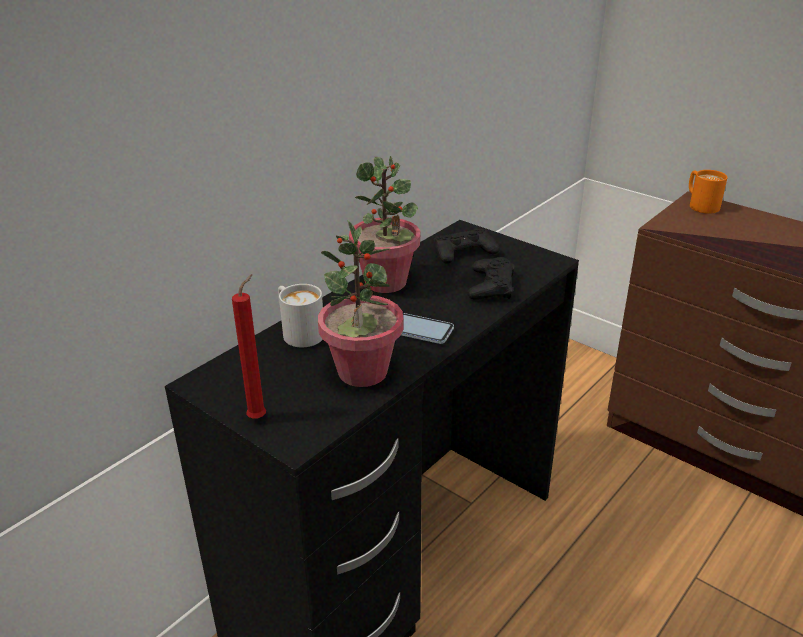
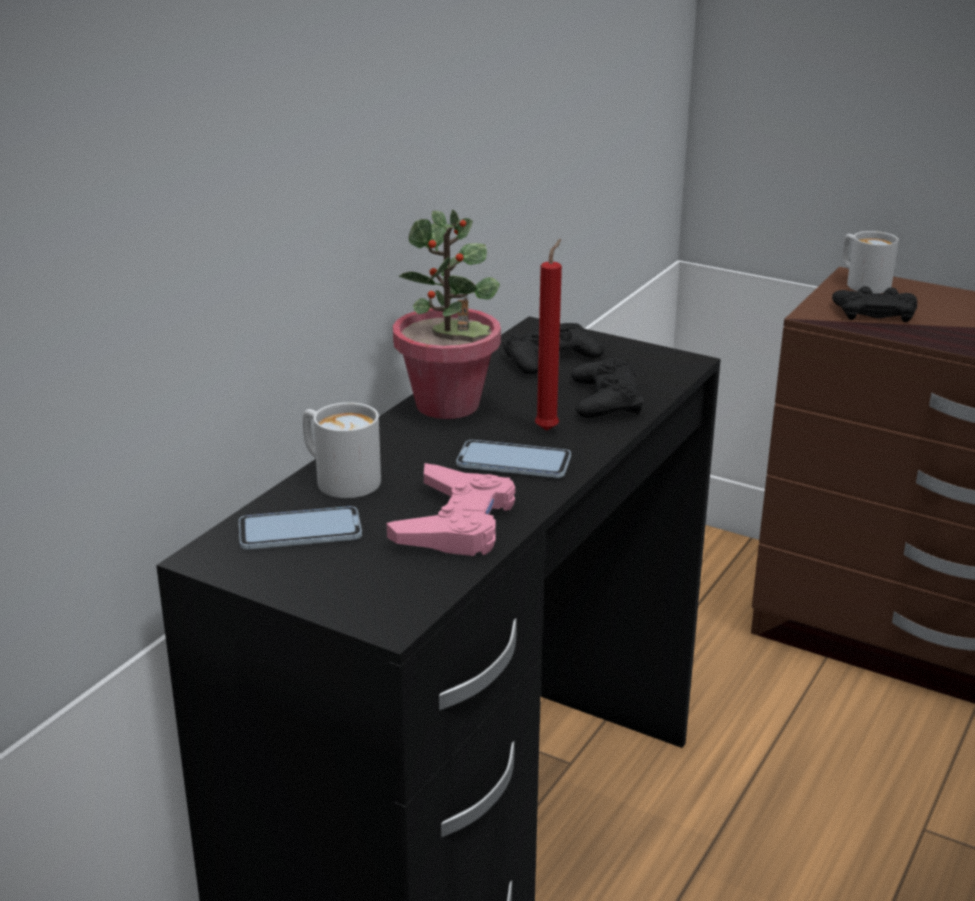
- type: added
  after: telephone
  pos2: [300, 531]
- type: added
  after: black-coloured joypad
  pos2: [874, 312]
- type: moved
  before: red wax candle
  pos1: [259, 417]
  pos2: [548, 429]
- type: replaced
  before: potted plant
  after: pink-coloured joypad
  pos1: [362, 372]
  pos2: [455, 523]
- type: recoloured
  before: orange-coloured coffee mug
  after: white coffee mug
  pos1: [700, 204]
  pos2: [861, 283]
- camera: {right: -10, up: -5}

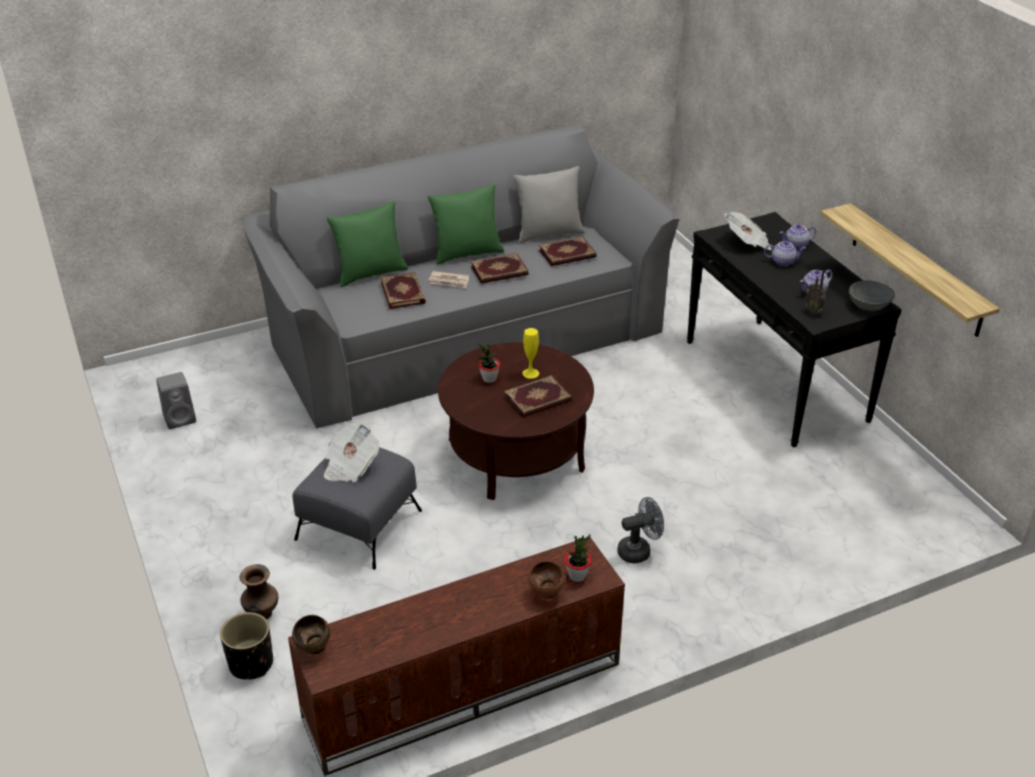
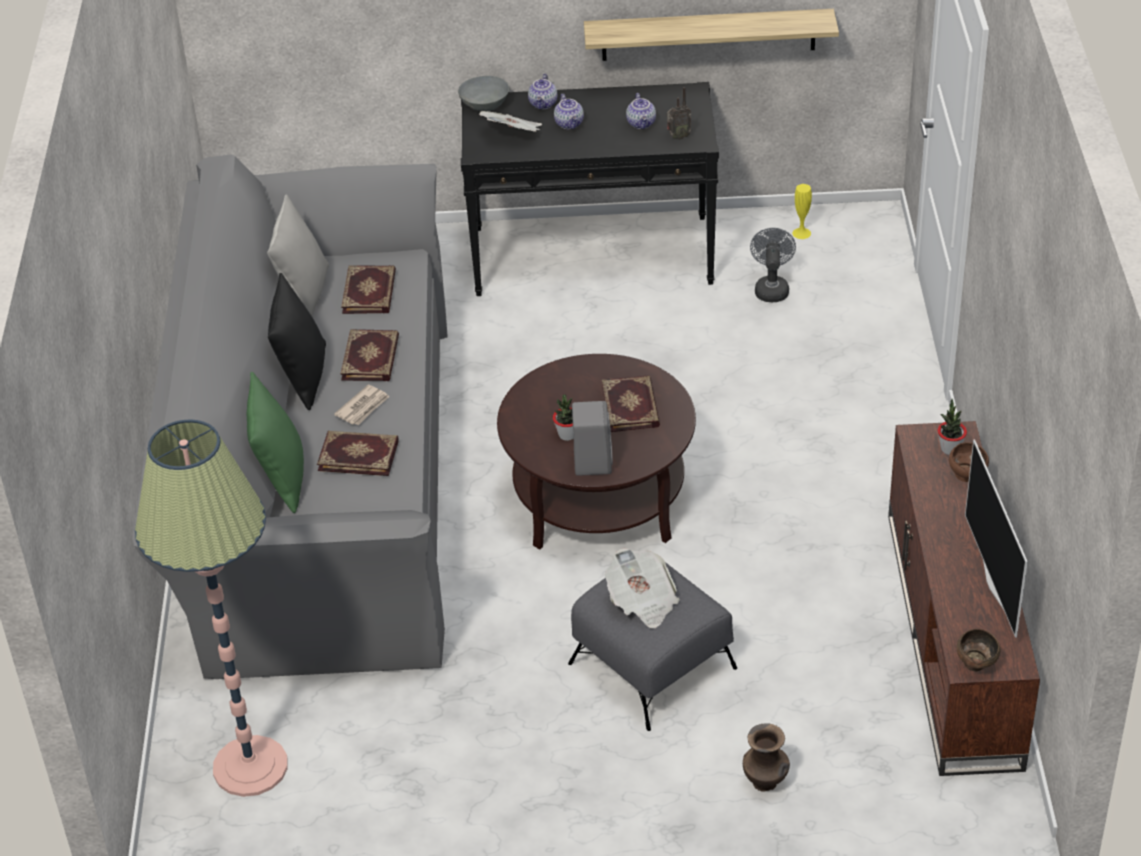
- type: removed
  before: black-coloured flower pot
  pos1: [251, 664]
- type: added
  after: floor lamp
  pos2: [250, 766]
- type: added
  after: television
  pos2: [996, 584]
- type: moved
  before: gray speaker
  pos1: [181, 418]
  pos2: [592, 461]
- type: moved
  before: yellowish flower vase
  pos1: [530, 373]
  pos2: [801, 233]
- type: moved
  before: gray electric fan
  pos1: [639, 550]
  pos2: [771, 288]
- type: moved
  before: gray deep dish
  pos1: [869, 305]
  pos2: [485, 104]
- type: recoloured
  before: green throw pillow
  after: black-coloured throw pillow
  pos1: [467, 253]
  pos2: [302, 377]
- type: turned
  before: pot for tea
  pos1: [783, 262]
  pos2: [570, 124]
  turn: 135
- camera: {right: -65, up: 5}

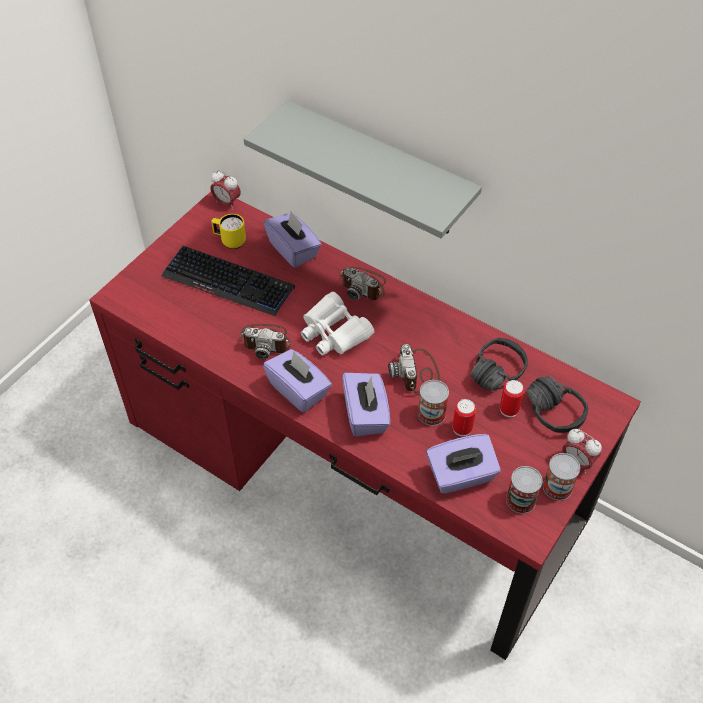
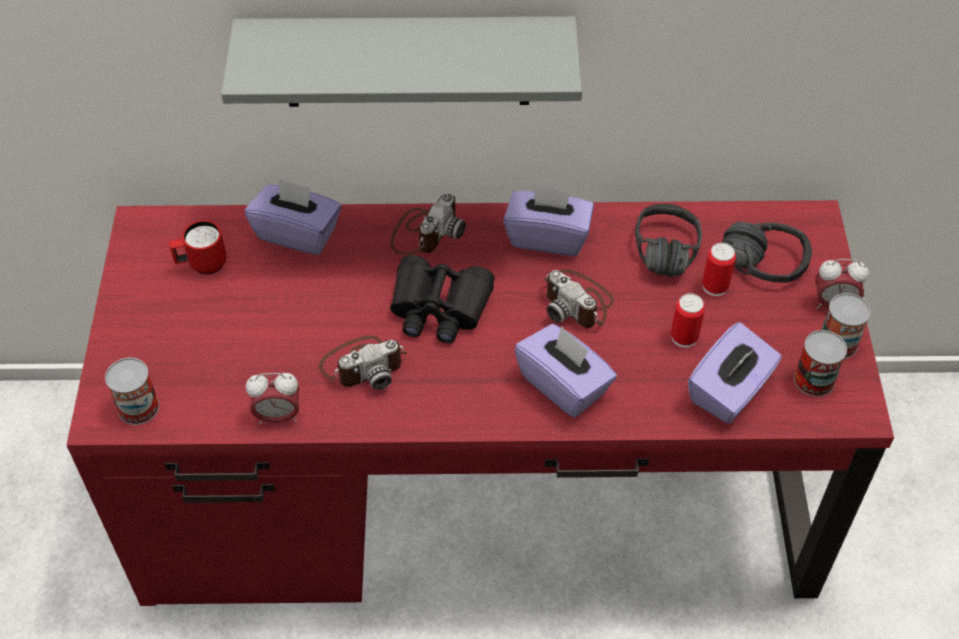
- type: removed
  before: computer keyboard
  pos1: [228, 282]
- type: moved
  before: table clock
  pos1: [227, 203]
  pos2: [278, 416]
- type: moved
  before: purplish tissue box
  pos1: [298, 390]
  pos2: [547, 237]
- type: moved
  before: sealed can
  pos1: [431, 414]
  pos2: [138, 407]
- type: recoloured
  before: yellowish coffee mug
  after: red coffee mug
  pos1: [230, 241]
  pos2: [202, 265]
- type: recoloured
  before: white pair of binoculars
  after: black-coloured pair of binoculars
  pos1: [334, 332]
  pos2: [439, 308]
- type: turned
  before: still camera
  pos1: [364, 285]
  pos2: [425, 231]
  turn: -60
- camera: {right: -35, up: 0}

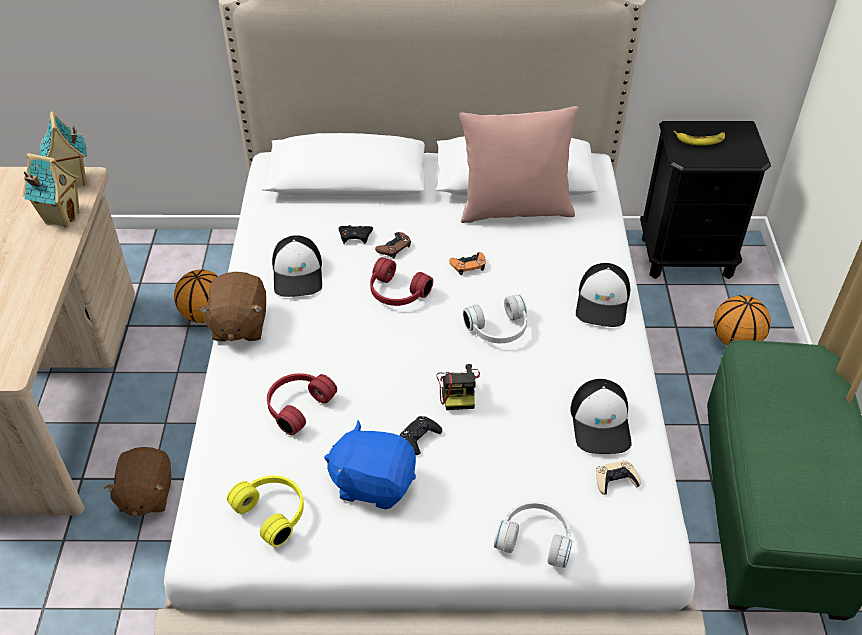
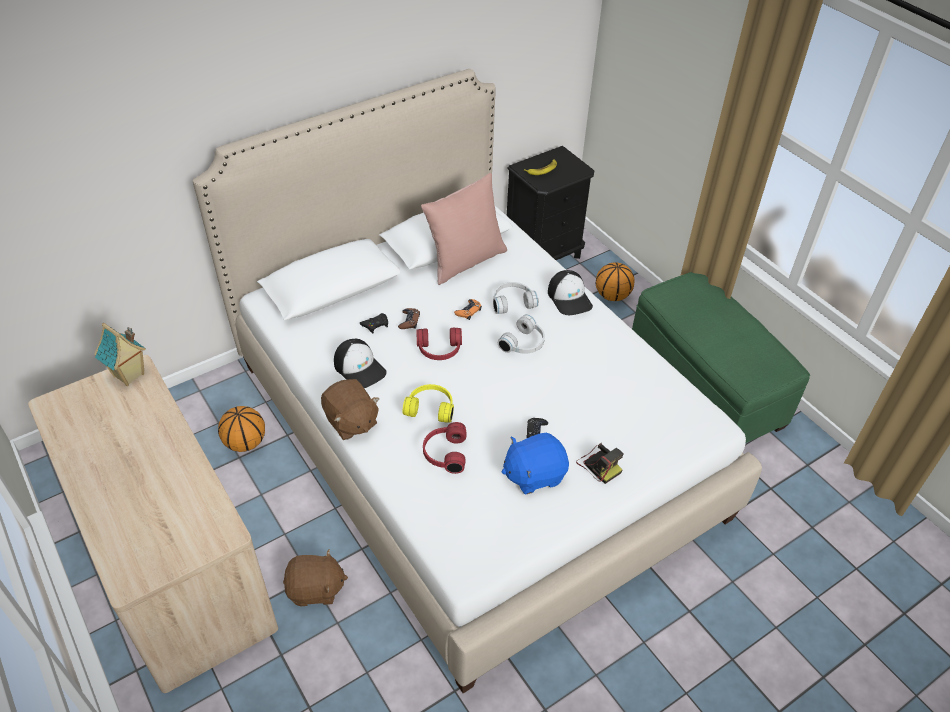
- type: removed
  before: toy house
  pos1: [61, 217]
- type: removed
  before: peaked cap
  pos1: [601, 423]
- type: removed
  before: sand-coloured joypad
  pos1: [615, 480]
- type: moved
  before: yellowish headphones
  pos1: [273, 512]
  pos2: [430, 408]
- type: moved
  before: still camera
  pos1: [458, 389]
  pos2: [599, 465]
- type: moved
  before: white headphones
  pos1: [535, 538]
  pos2: [512, 302]
- type: turned
  before: brown plush toy
  pos1: [146, 495]
  pos2: [315, 589]
  turn: -60
- camera: {right: -35, up: 0}

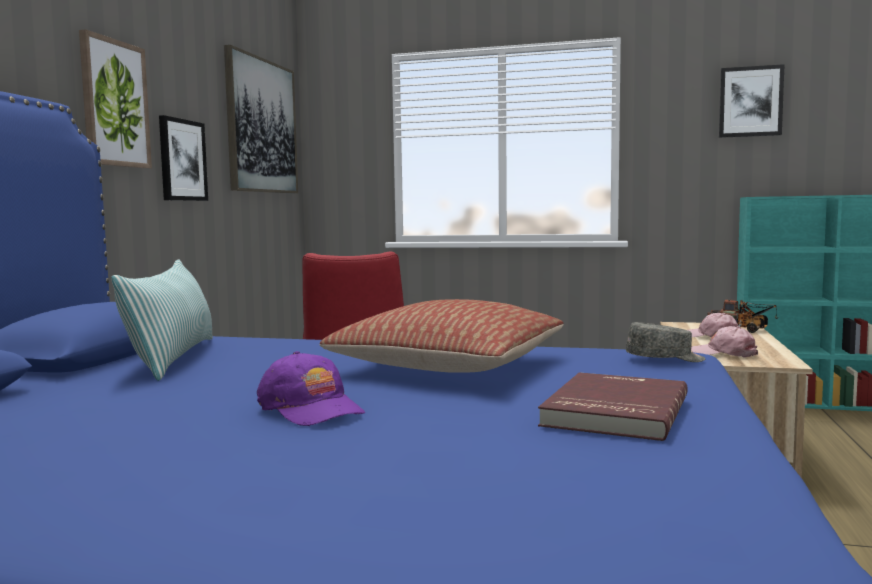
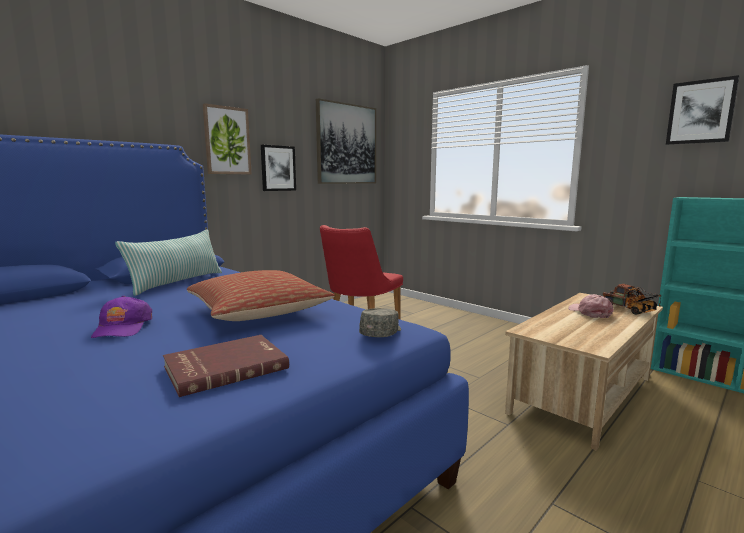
- type: removed
  before: pink-coloured peaked cap
  pos1: [724, 353]
- type: turned
  before: gray peaked cap
  pos1: [665, 359]
  pos2: [382, 333]
  turn: -90
- camera: {right: 30, up: 5}

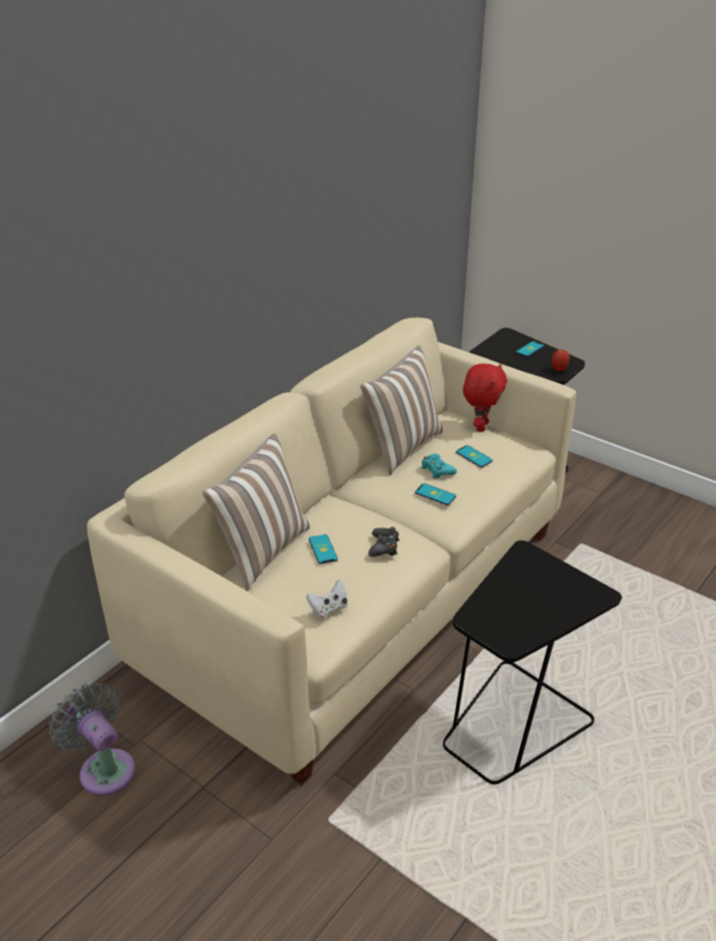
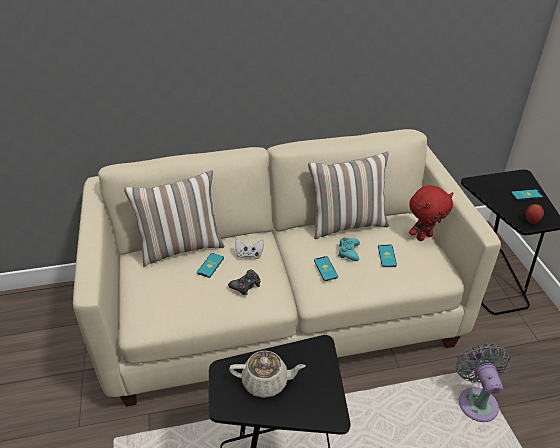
- type: added
  after: sand-coloured pot for tea
  pos2: [266, 382]
- type: moved
  before: gray electric fan
  pos1: [104, 768]
  pos2: [476, 400]
- type: moved
  before: white joypad
  pos1: [329, 608]
  pos2: [249, 254]
- camera: {right: 40, up: 5}

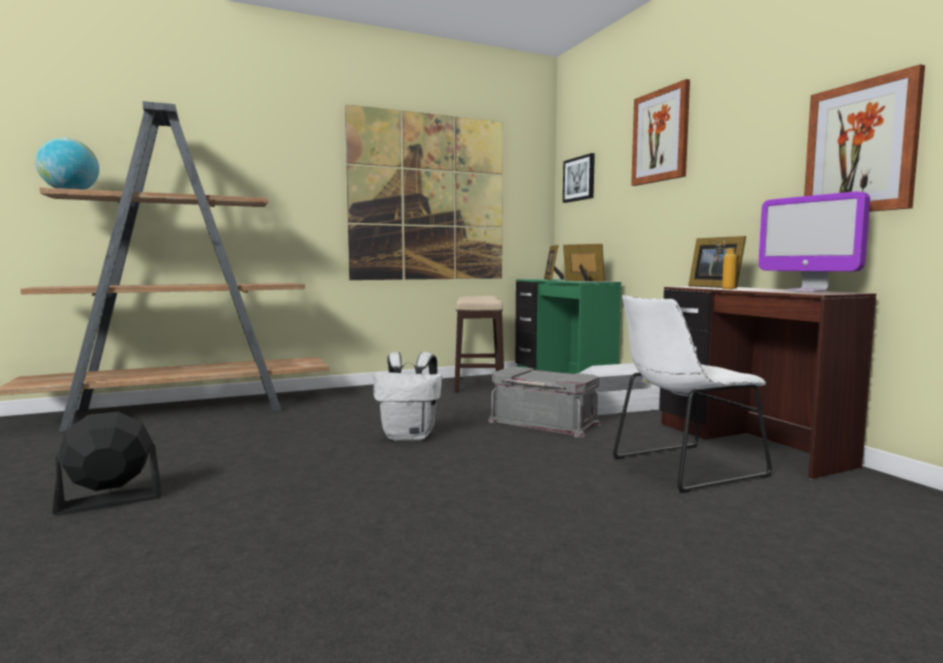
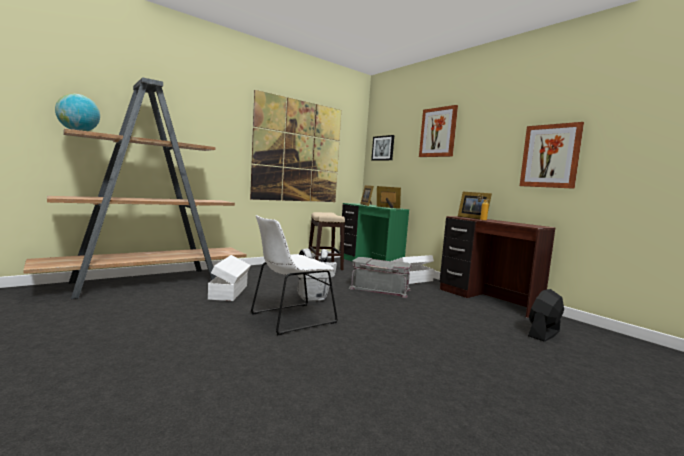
- type: removed
  before: computer display
  pos1: [807, 291]
- type: added
  after: white storage container
  pos2: [229, 292]
- type: moved
  before: black-coloured electric fan
  pos1: [109, 501]
  pos2: [543, 334]
- type: moved
  before: white chair
  pos1: [683, 468]
  pos2: [289, 319]
- camera: {right: -15, up: 0}

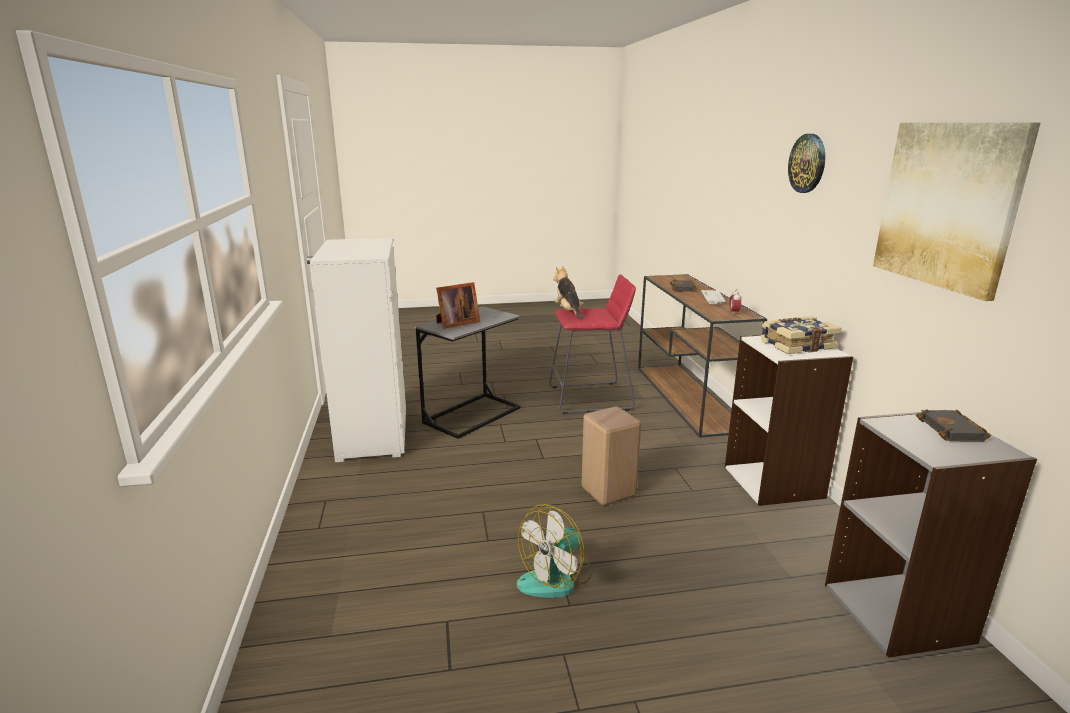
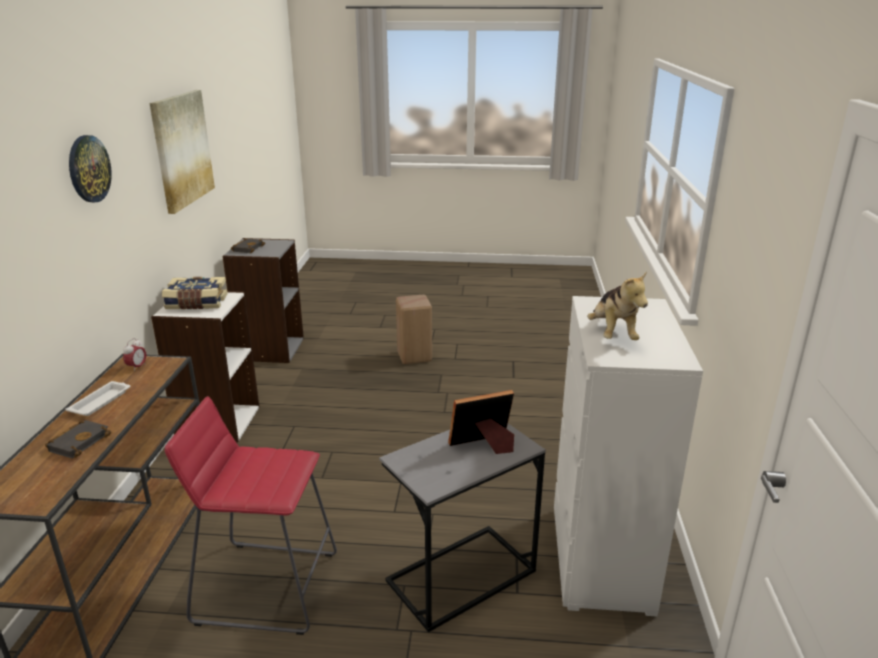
- type: removed
  before: electric fan
  pos1: [556, 578]
- type: moved
  before: plush toy
  pos1: [568, 312]
  pos2: [612, 334]
- type: moved
  before: sand-coloured stool
  pos1: [606, 491]
  pos2: [415, 357]
- camera: {right: -165, up: 5}

